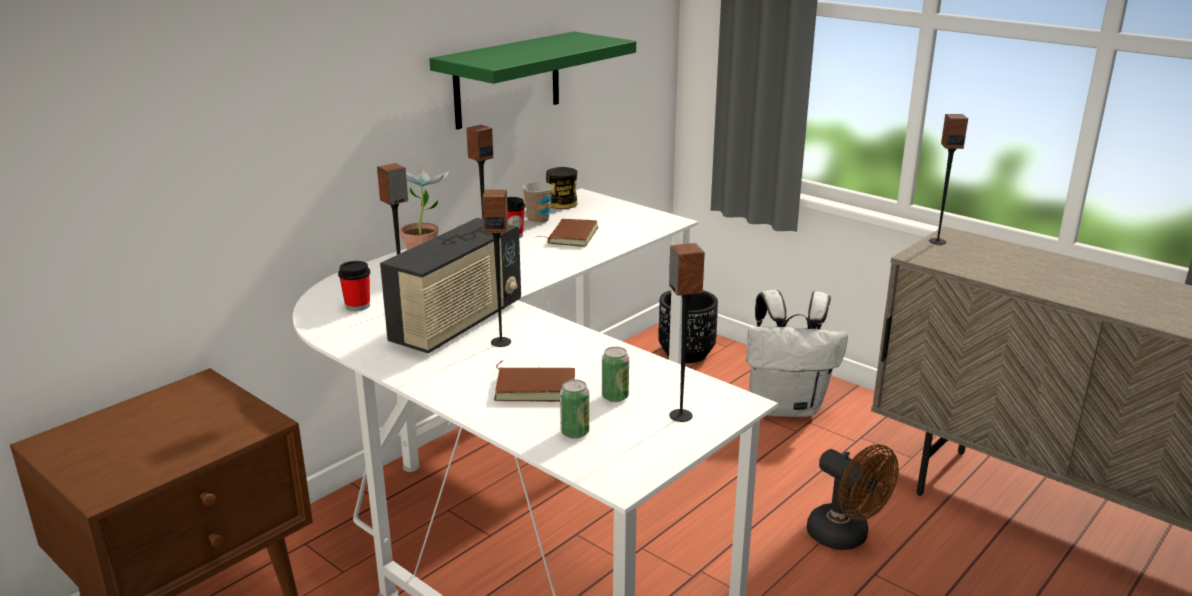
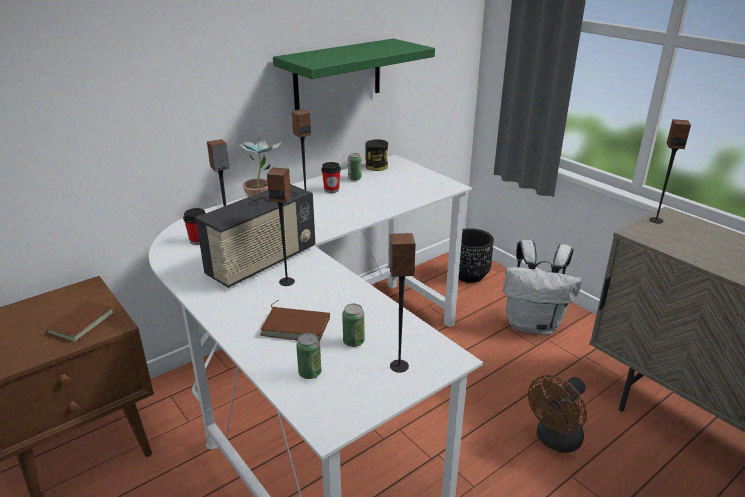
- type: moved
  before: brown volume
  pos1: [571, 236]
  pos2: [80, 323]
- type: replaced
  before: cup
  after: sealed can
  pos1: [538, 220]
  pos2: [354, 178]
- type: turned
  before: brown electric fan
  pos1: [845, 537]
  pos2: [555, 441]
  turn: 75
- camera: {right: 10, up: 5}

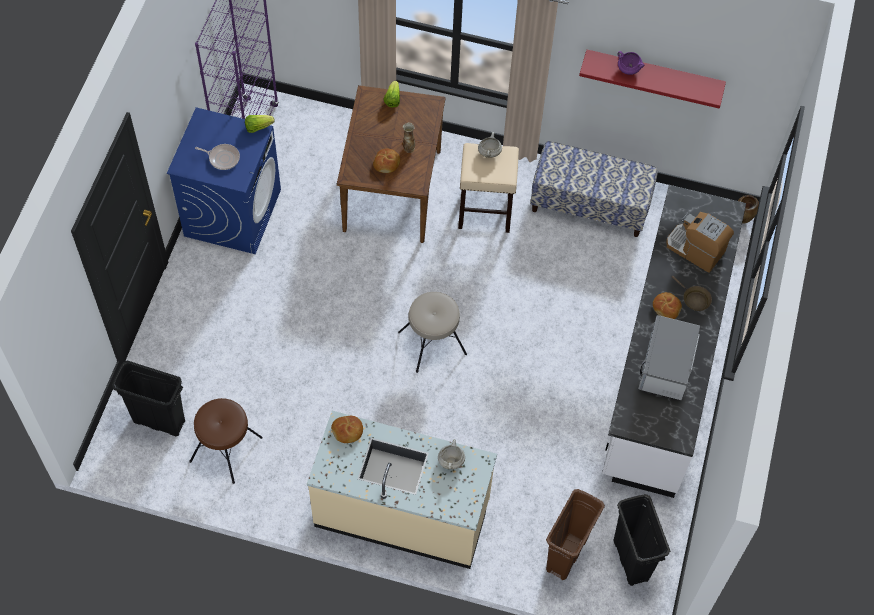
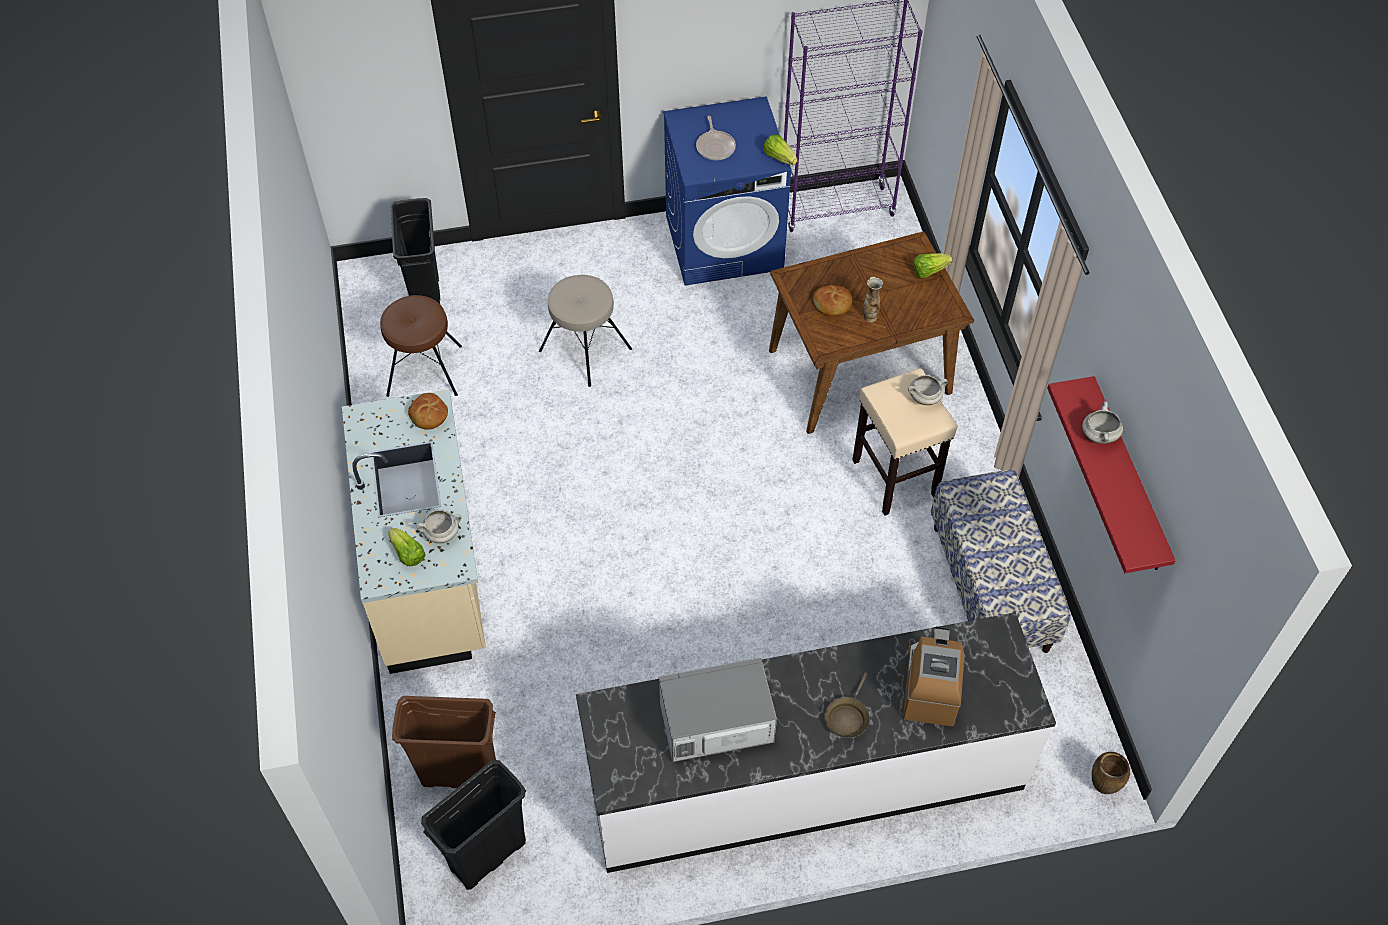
- type: removed
  before: bread
  pos1: [666, 308]
- type: added
  after: lettuce
  pos2: [407, 554]
- type: moved
  before: sand-coloured stool
  pos1: [432, 343]
  pos2: [585, 350]
- type: recoloured
  before: purplish stockpot
  after: white stockpot
  pos1: [628, 69]
  pos2: [1098, 435]
- camera: {right: 65, up: -5}

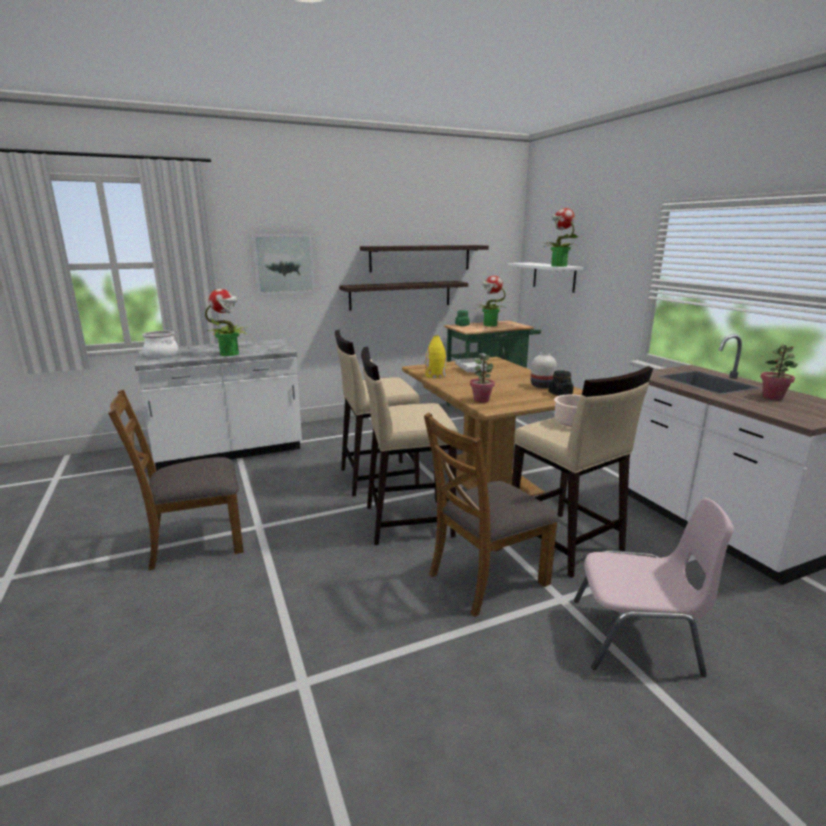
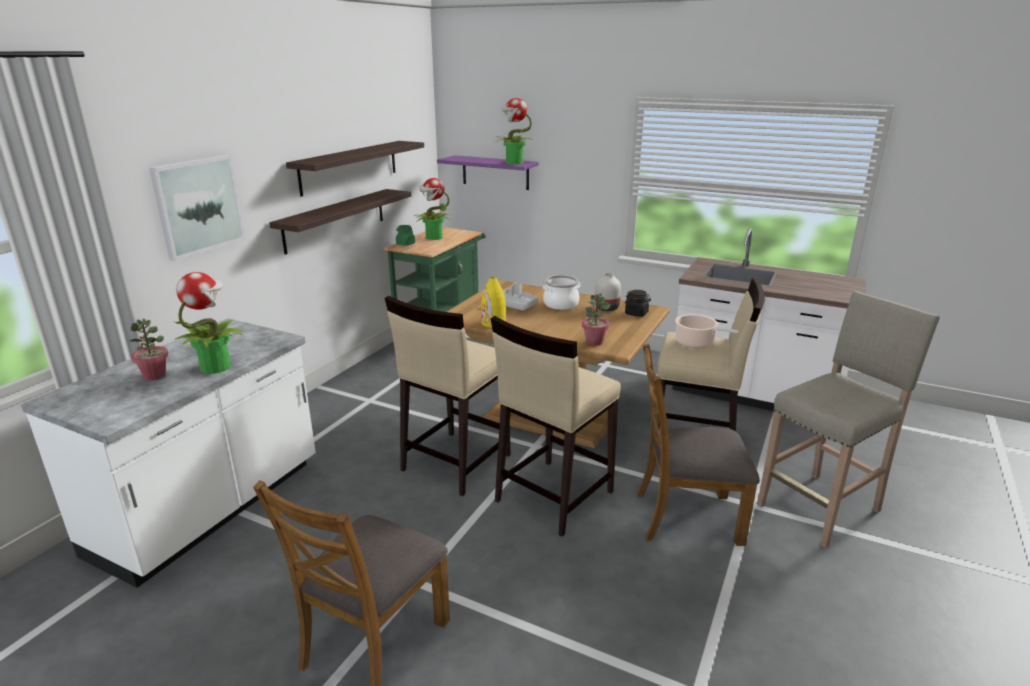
- type: moved
  before: stockpot
  pos1: [162, 355]
  pos2: [560, 304]
- type: moved
  before: potted plant
  pos1: [773, 397]
  pos2: [155, 376]
- type: replaced
  before: pink-coloured chair
  after: sand-coloured stool
  pos1: [637, 637]
  pos2: [821, 507]
- type: recoloured
  before: white bracket shelf
  after: purplish bracket shelf
  pos1: [554, 277]
  pos2: [495, 172]
- type: turned
  before: brown chair
  pos1: [486, 578]
  pos2: [686, 516]
  turn: 75
- camera: {right: -40, up: 5}

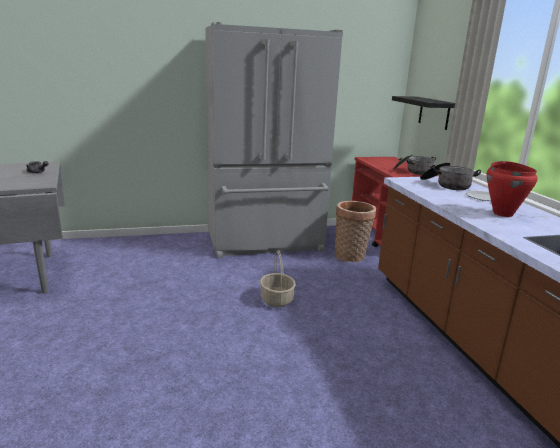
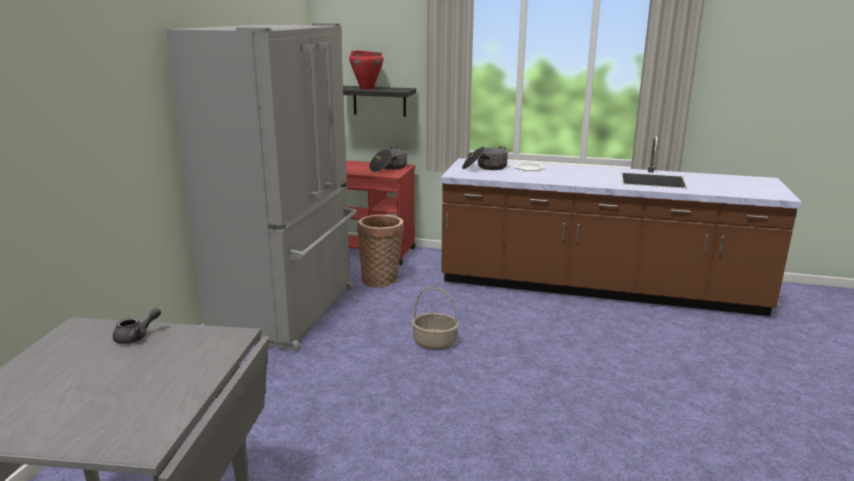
- type: moved
  before: red stockpot
  pos1: [503, 214]
  pos2: [367, 88]
- camera: {right: -60, up: 0}

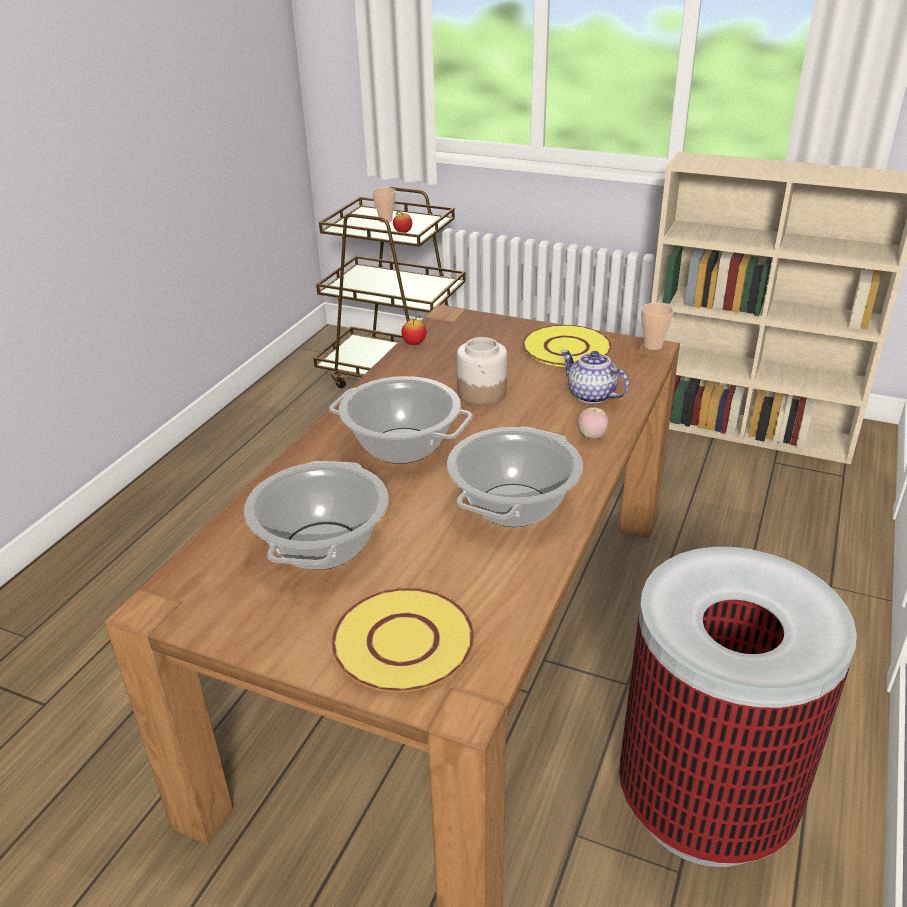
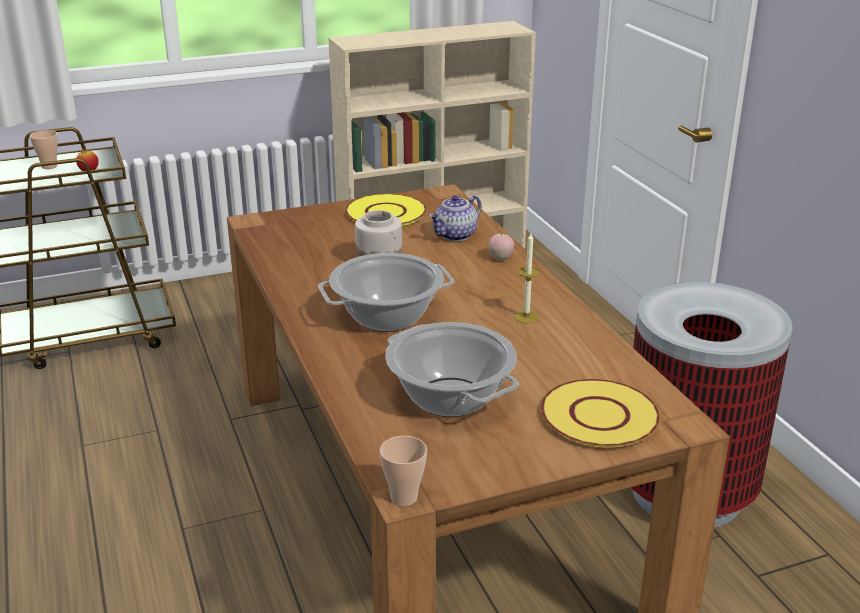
- type: removed
  before: apple fruit
  pos1: [414, 343]
- type: moved
  before: cup
  pos1: [653, 346]
  pos2: [404, 497]
- type: replaced
  before: stockpot
  after: wax candle
  pos1: [514, 506]
  pos2: [526, 317]
- type: turned
  before: pot for tea
  pos1: [590, 395]
  pos2: [456, 236]
  turn: -45
- camera: {right: -45, up: -5}

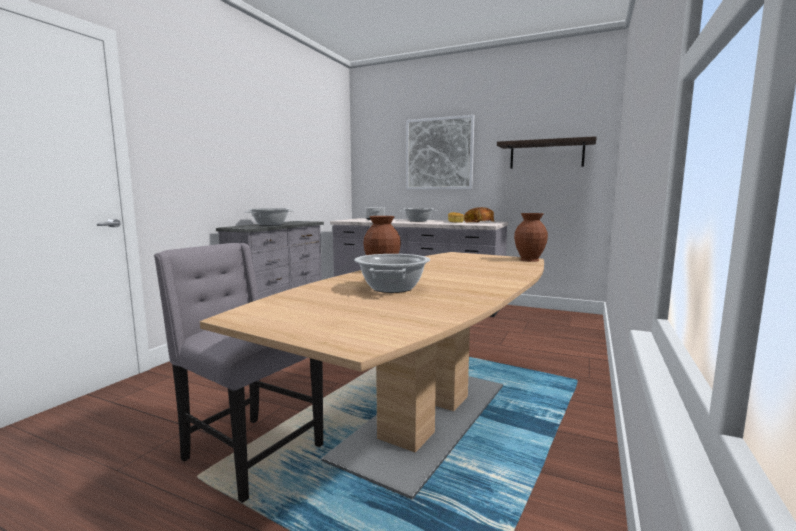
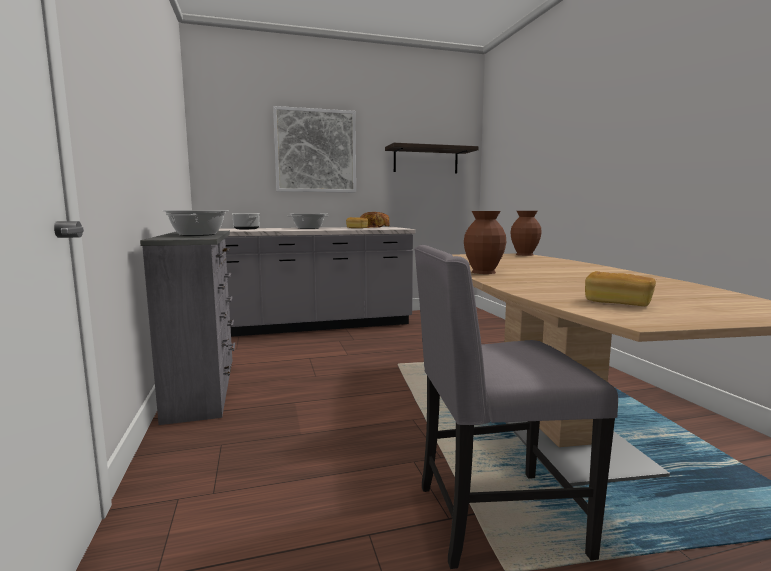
- type: removed
  before: stockpot
  pos1: [392, 288]
- type: added
  after: bread
  pos2: [617, 303]
- camera: {right: -40, up: 0}

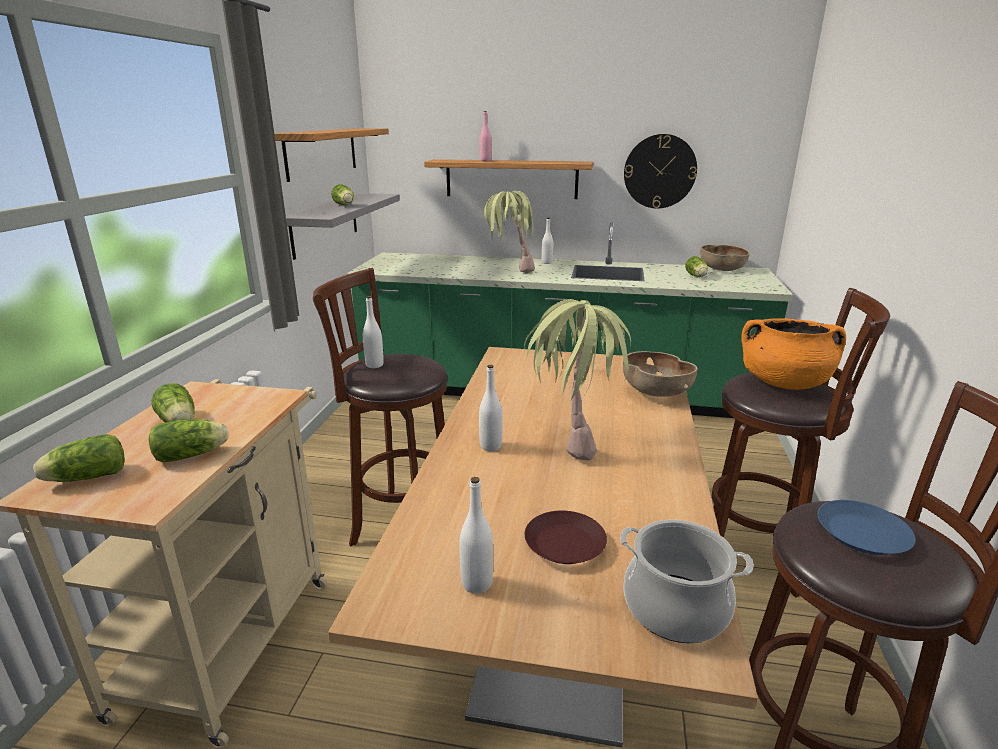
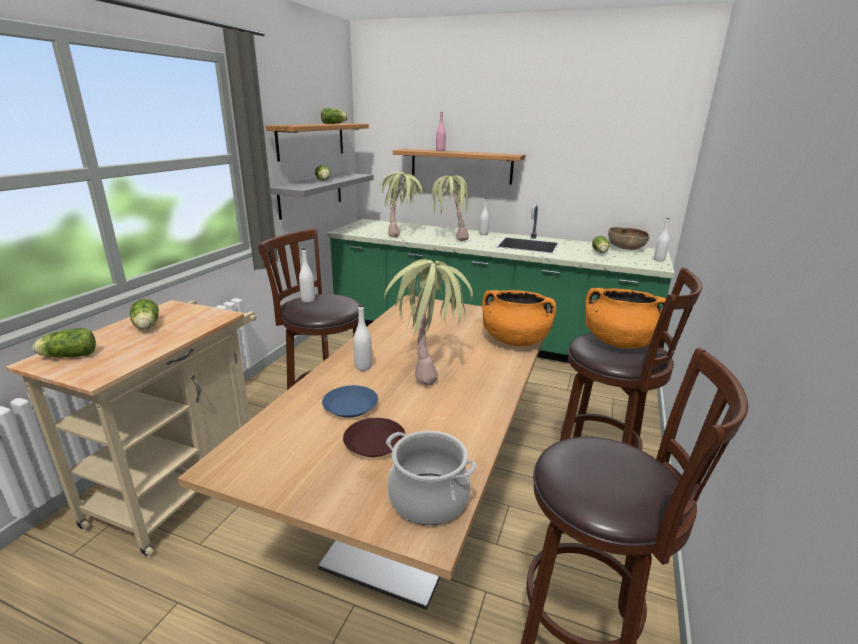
- type: removed
  before: hanging clock
  pos1: [659, 171]
- type: added
  after: potted plant
  pos2: [402, 234]
- type: moved
  before: lettuce
  pos1: [193, 454]
  pos2: [334, 124]
- type: moved
  before: white drink bottle
  pos1: [477, 583]
  pos2: [659, 260]
- type: moved
  before: blue flat dish
  pos1: [861, 533]
  pos2: [351, 405]
- type: replaced
  before: brown deep dish
  after: orange-coloured stockpot
  pos1: [655, 393]
  pos2: [515, 340]
- camera: {right: 10, up: 0}

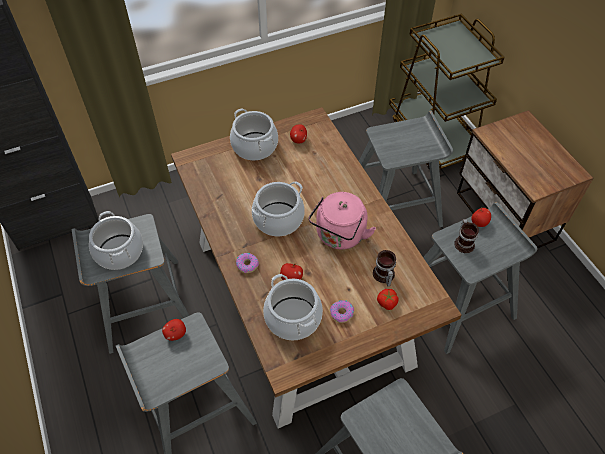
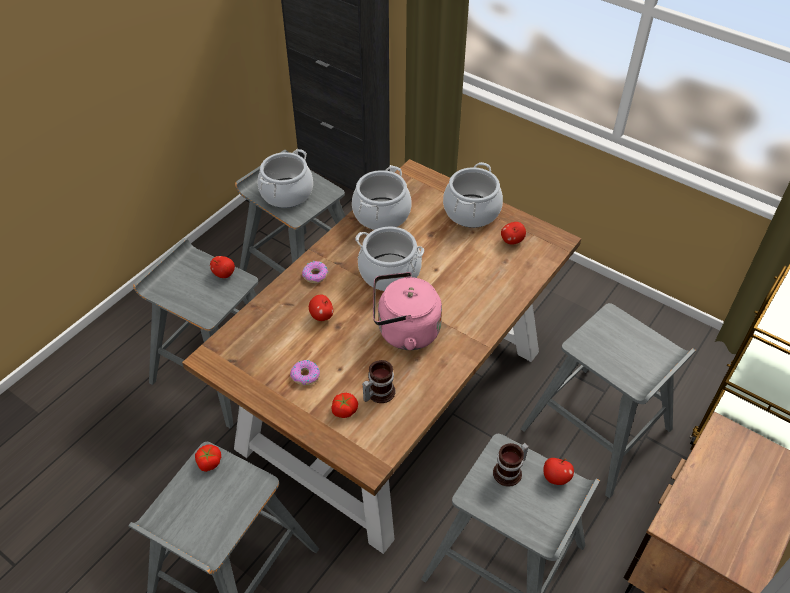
- type: added
  after: tomato
  pos2: [209, 462]
- type: moved
  before: stockpot
  pos1: [293, 317]
  pos2: [382, 214]
- camera: {right: 60, up: -5}

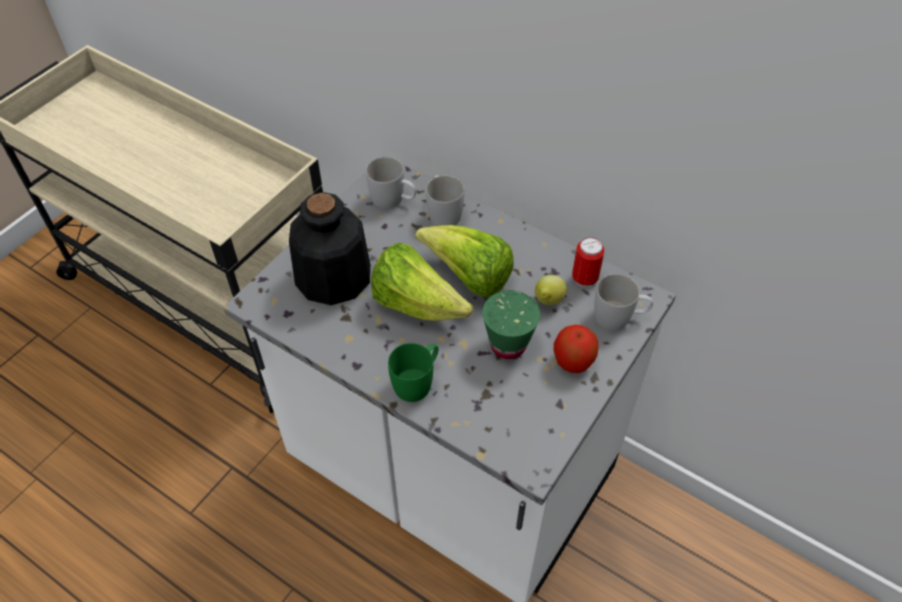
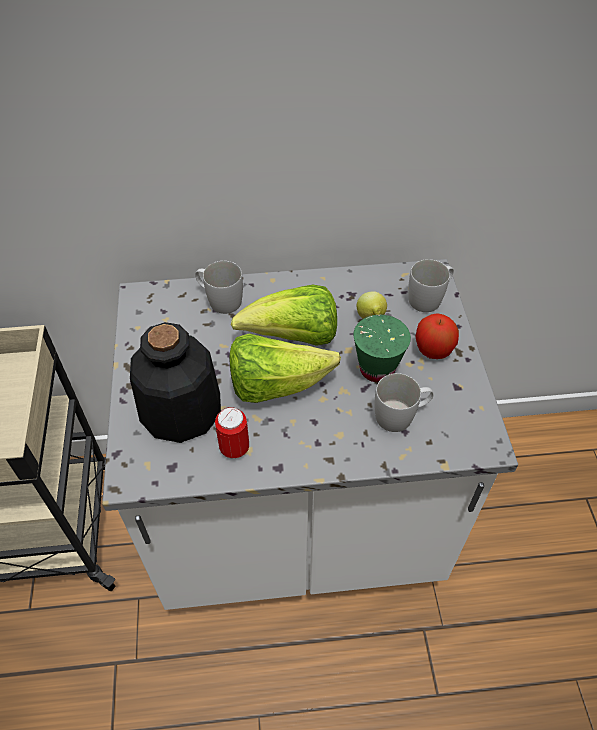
- type: removed
  before: green coffee mug
  pos1: [417, 381]
- type: moved
  before: white coffee mug
  pos1: [393, 200]
  pos2: [401, 415]
- type: moved
  before: sealed can
  pos1: [584, 279]
  pos2: [234, 448]
- camera: {right: -40, up: 0}

